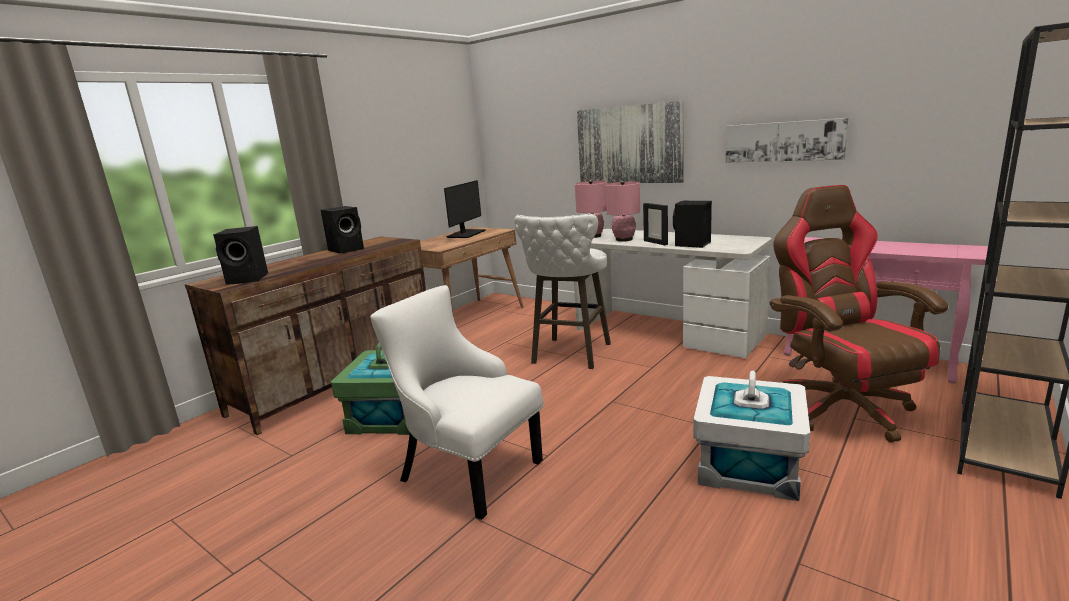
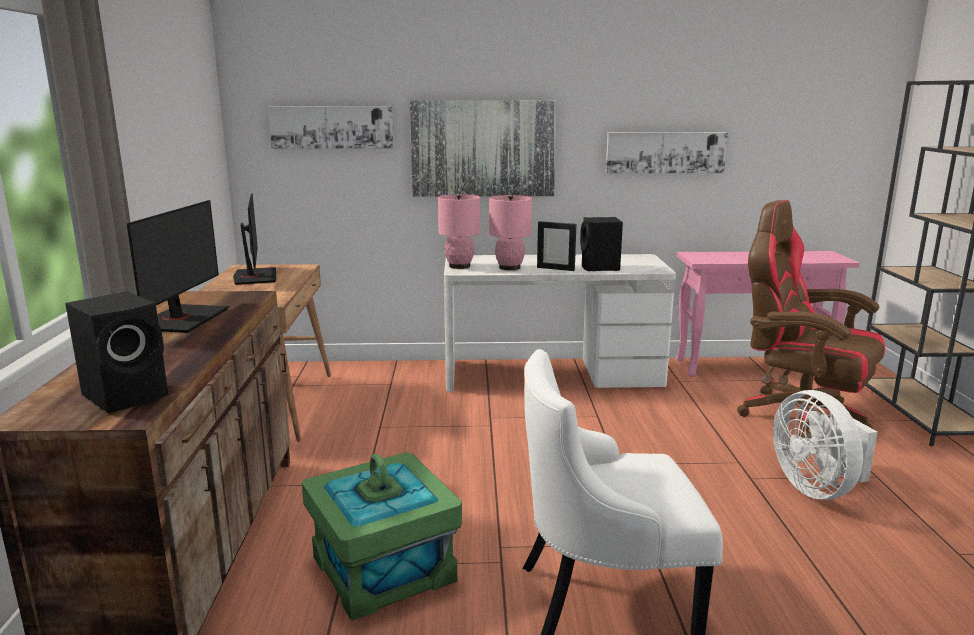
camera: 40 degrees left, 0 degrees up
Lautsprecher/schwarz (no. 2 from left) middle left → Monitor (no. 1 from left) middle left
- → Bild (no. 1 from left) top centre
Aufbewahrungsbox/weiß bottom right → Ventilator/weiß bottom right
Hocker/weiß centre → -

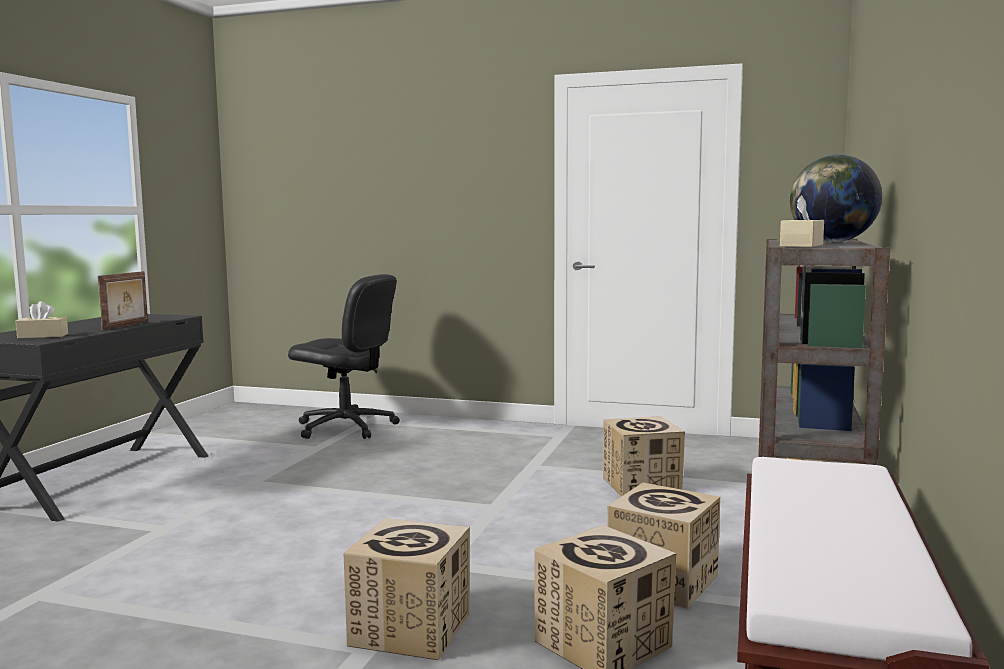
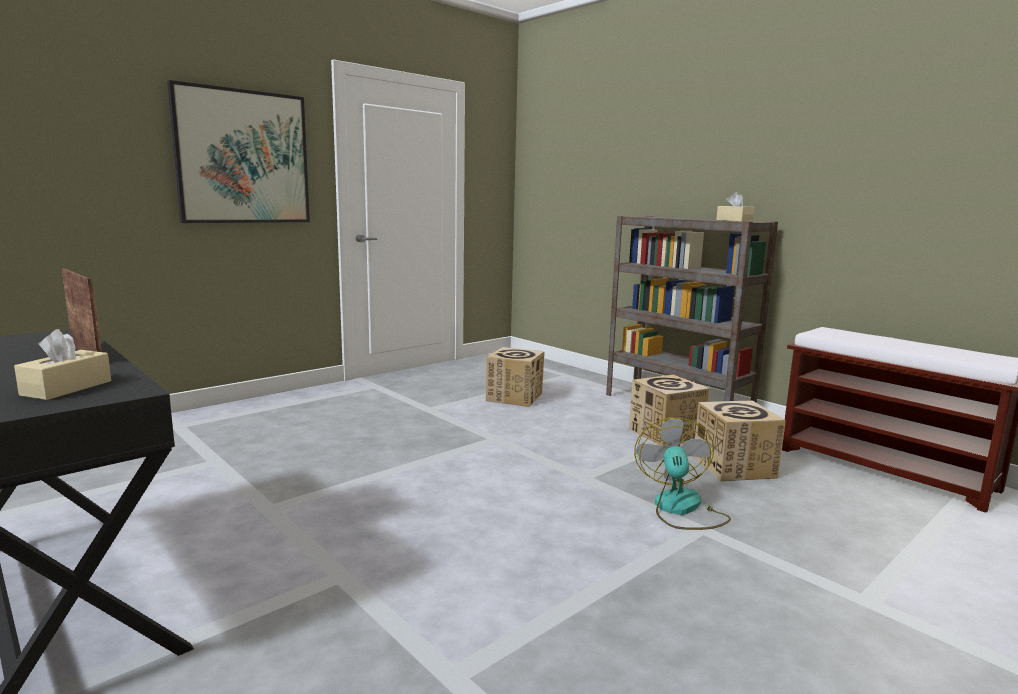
camera: 60 degrees left, 5 degrees up
- → Bild top left
Karton (no. 1 from left) bottom centre → Ventilator bottom right
Bürostuhl/schwarz centre → -
Globus top right → -

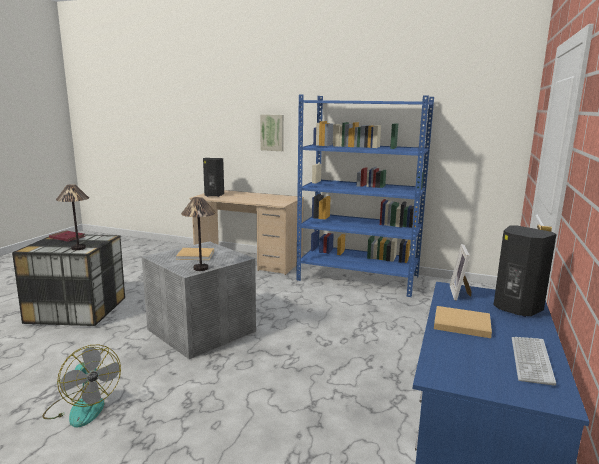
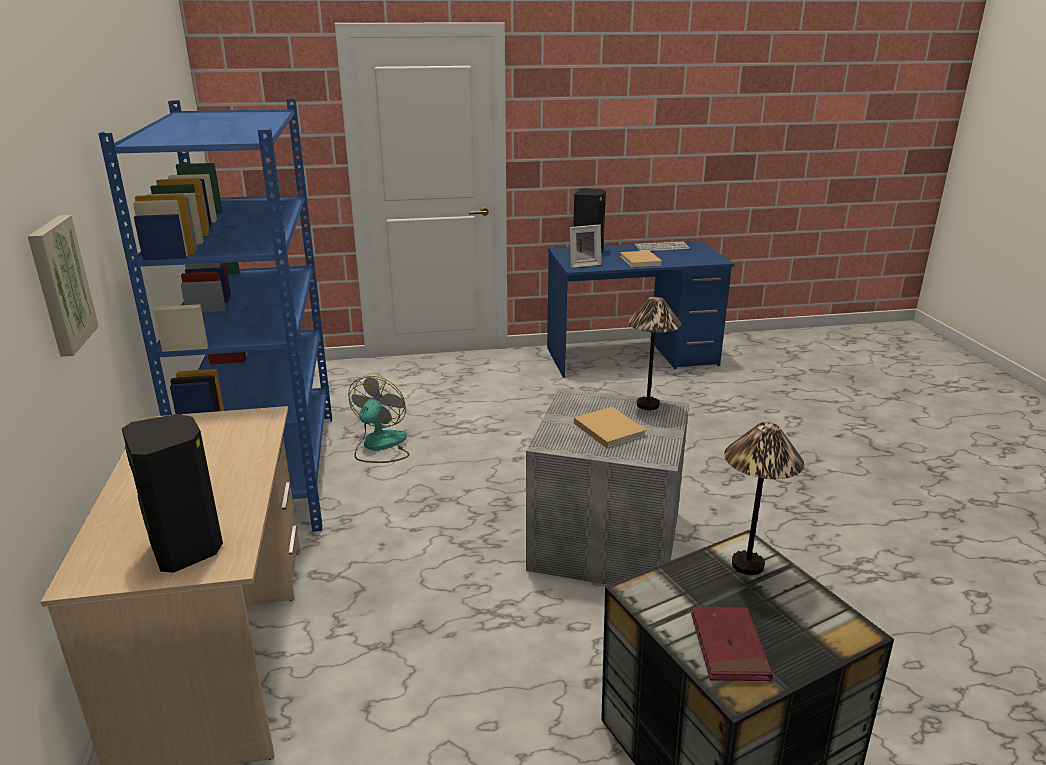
camera: 120 degrees left, 10 degrees up
Ventilator bottom left → Ventilator centre, shifted

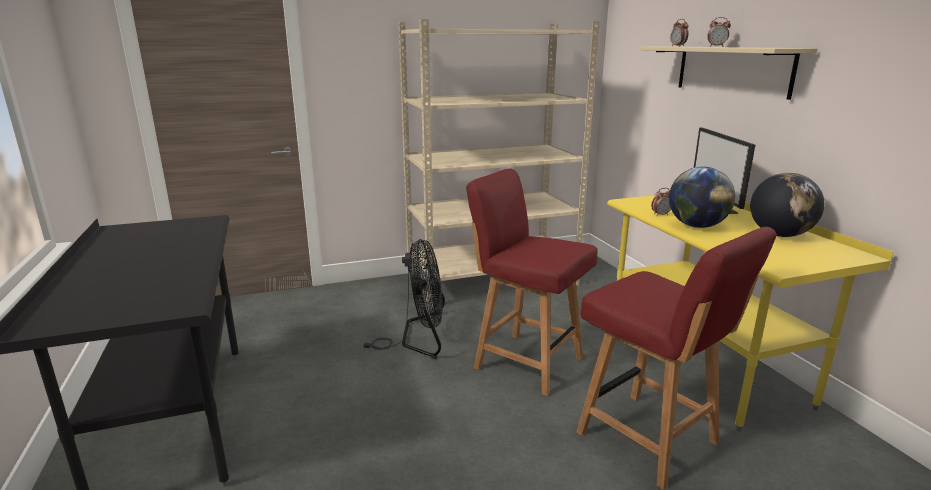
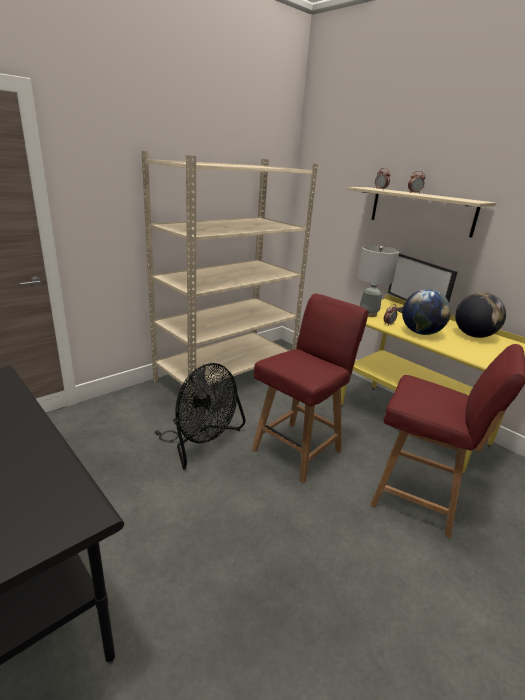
camera: 25 degrees left, 5 degrees up
Ventilator/schwarz centre, 60 degrees clockwise
Stuhl/rot (no. 1 from left) centre, 120 degrees clockwise
- → Tischlampe/grau middle right

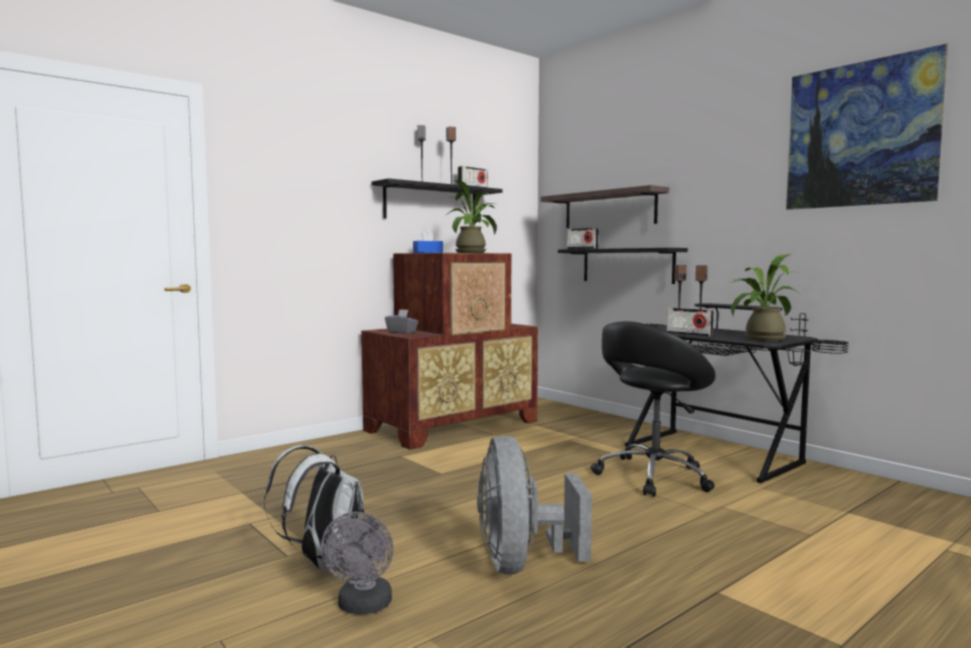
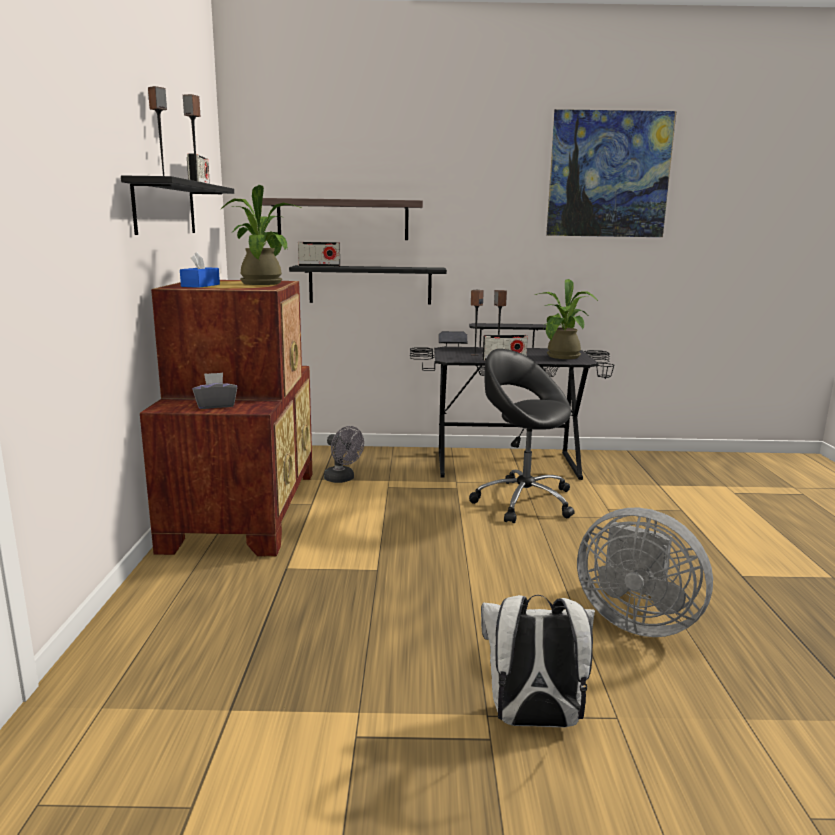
camera: 50 degrees left, 10 degrees up
Ventilator/grau (no. 1 from left) bottom centre → Ventilator/grau (no. 1 from left) centre, shifted
Bürostuhl/schwarz middle right → Bürostuhl/schwarz centre, 120 degrees clockwise

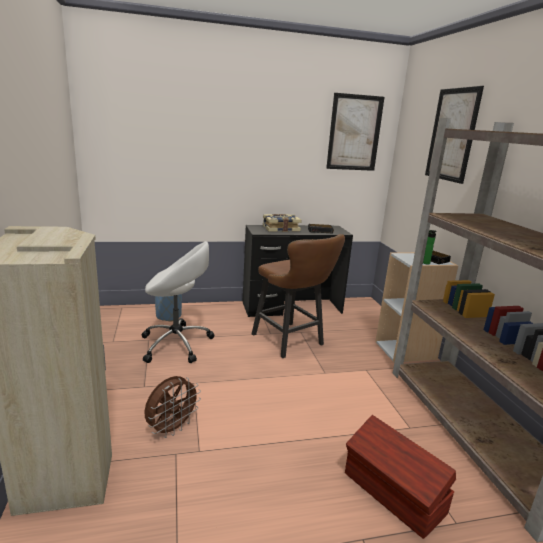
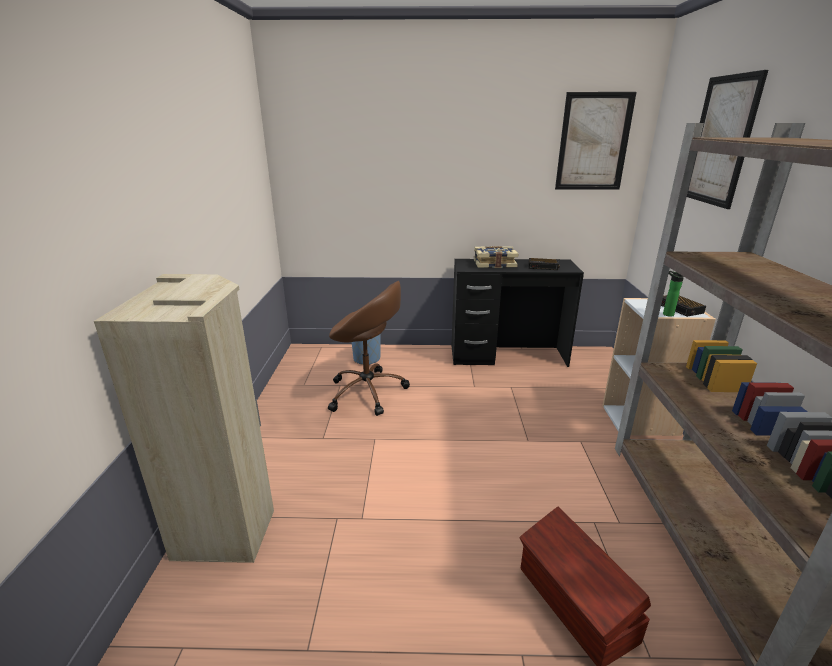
camera: 15 degrees right, 5 degrees up
Bürostuhl/weiß middle left → Bürostuhl/braun centre
Ventilator/braun bottom left → -
Hocker/braun centre → -

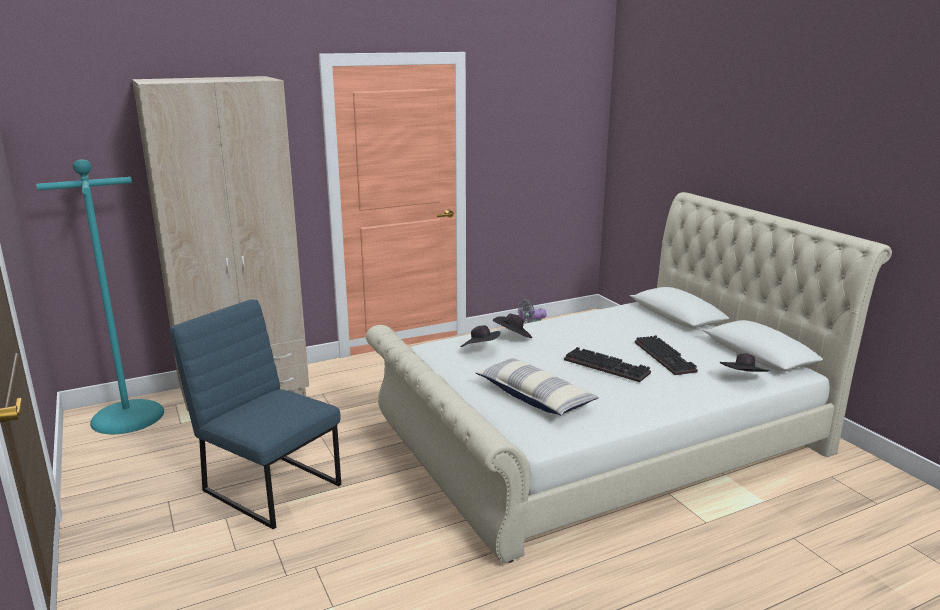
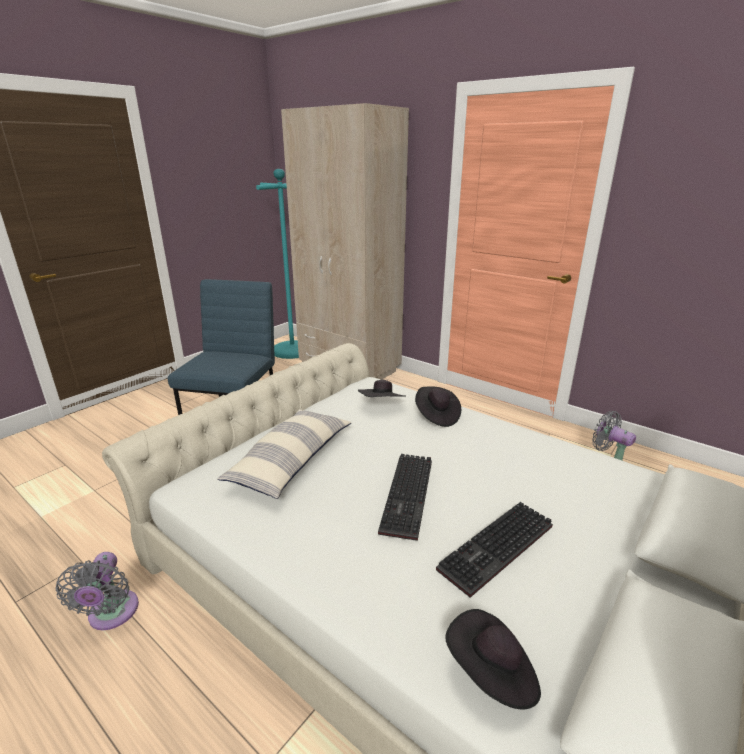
camera: 65 degrees right, 5 degrees up
- → Ventilator/grau (no. 1 from left) bottom left

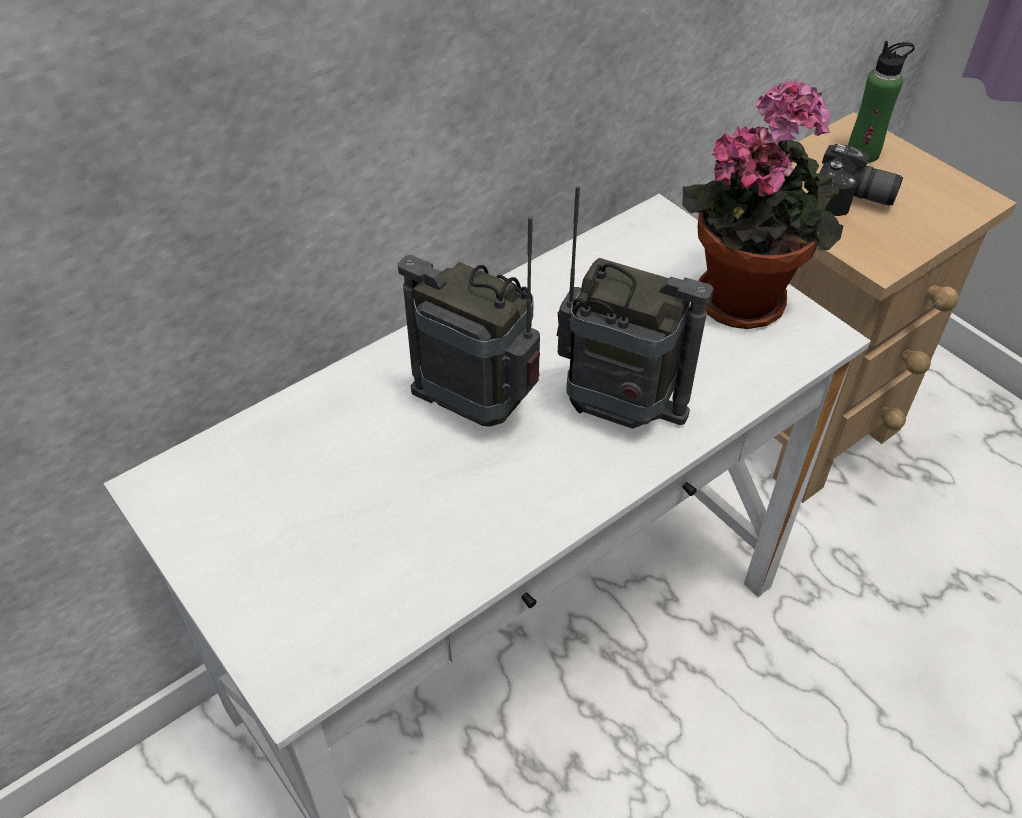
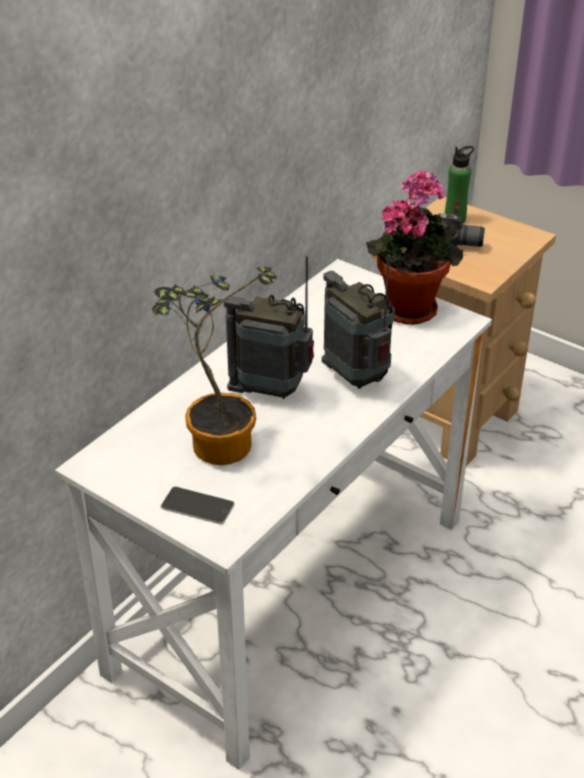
camera: 15 degrees left, 10 degrees down
- → Topfpflanze (no. 1 from left) centre
- → Handy centre
Radio (no. 2 from left) centre, 135 degrees counterclockwise

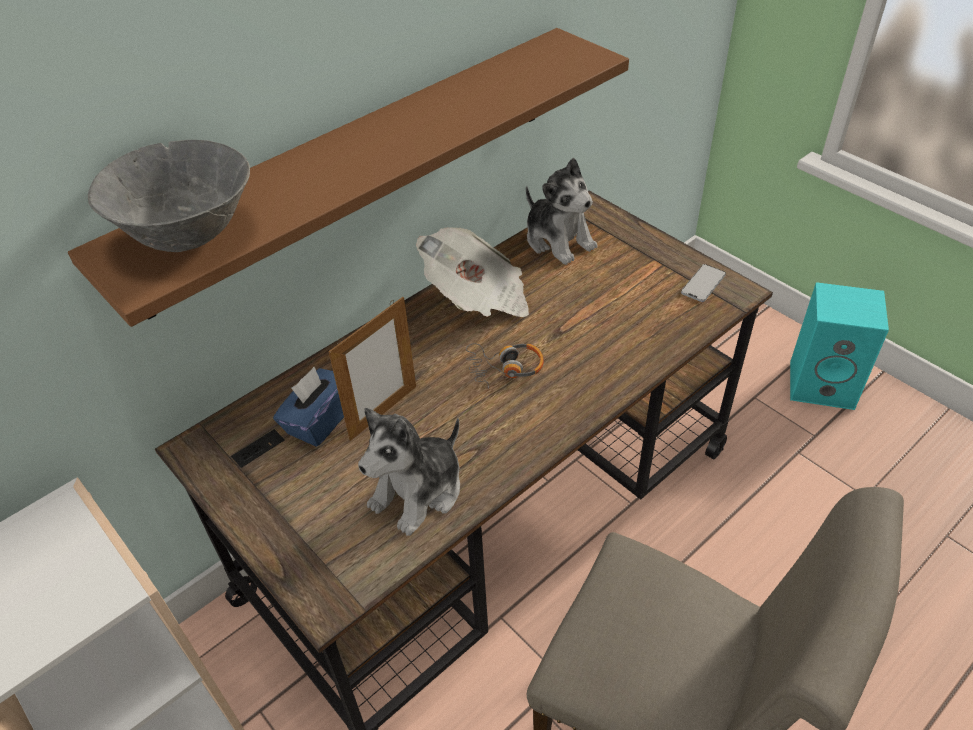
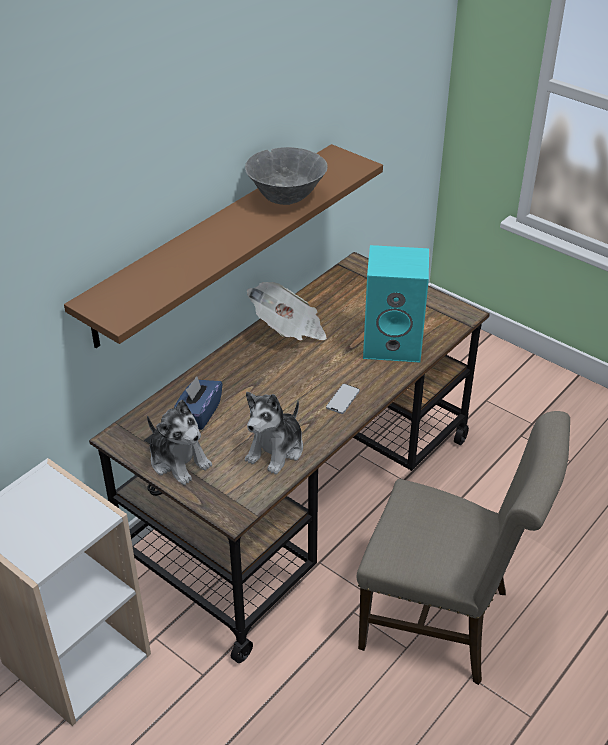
camera: 10 degrees left, 5 degrees down
Plüschtier (no. 2 from left in the first image) top centre → Plüschtier (no. 1 from left) middle left, shifted
Schüssel/grau top left → Schüssel/grau top centre, shifted
Handy middle right → Handy centre, shifted
Lautsprecher/türkis middle right → Lautsprecher/türkis centre, shifted
Bilderrahmen centre → -
Kopfhörer centre → -

